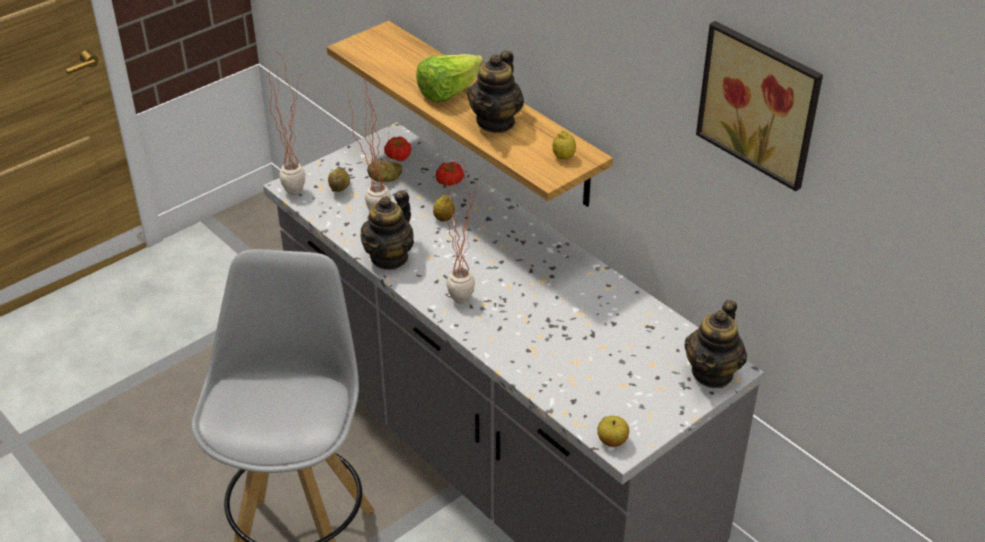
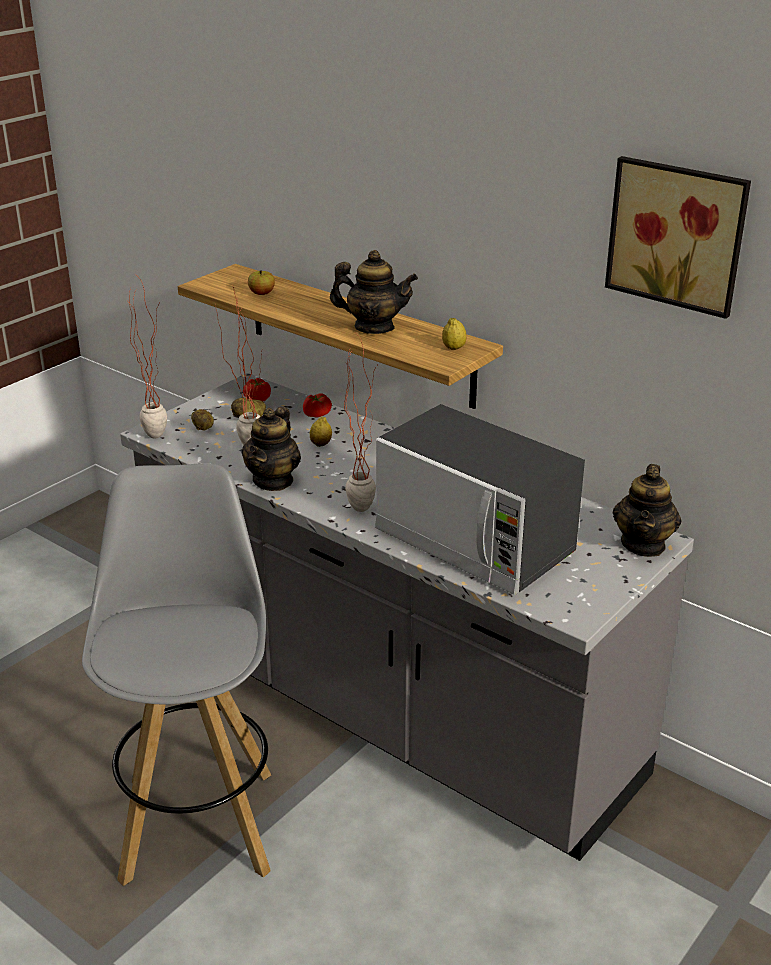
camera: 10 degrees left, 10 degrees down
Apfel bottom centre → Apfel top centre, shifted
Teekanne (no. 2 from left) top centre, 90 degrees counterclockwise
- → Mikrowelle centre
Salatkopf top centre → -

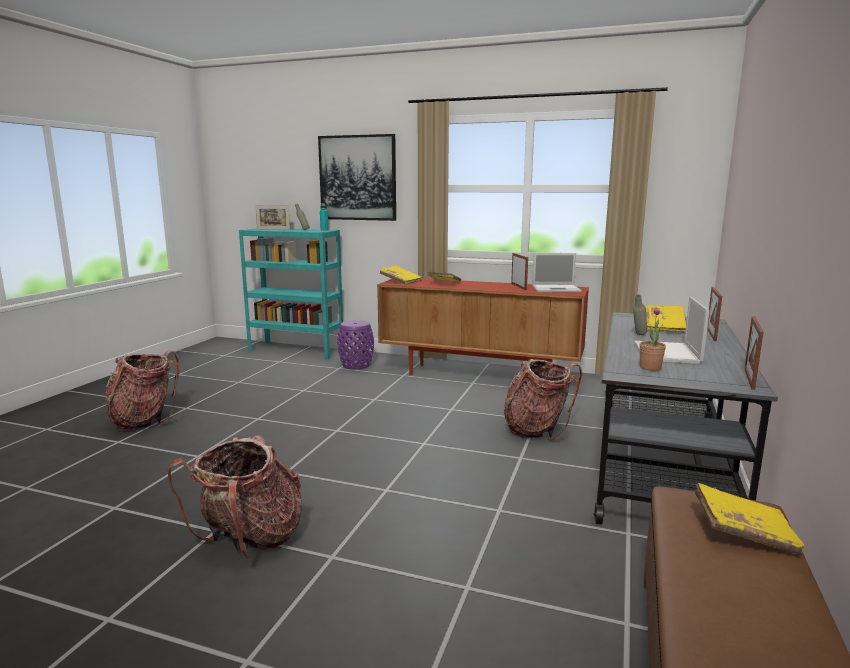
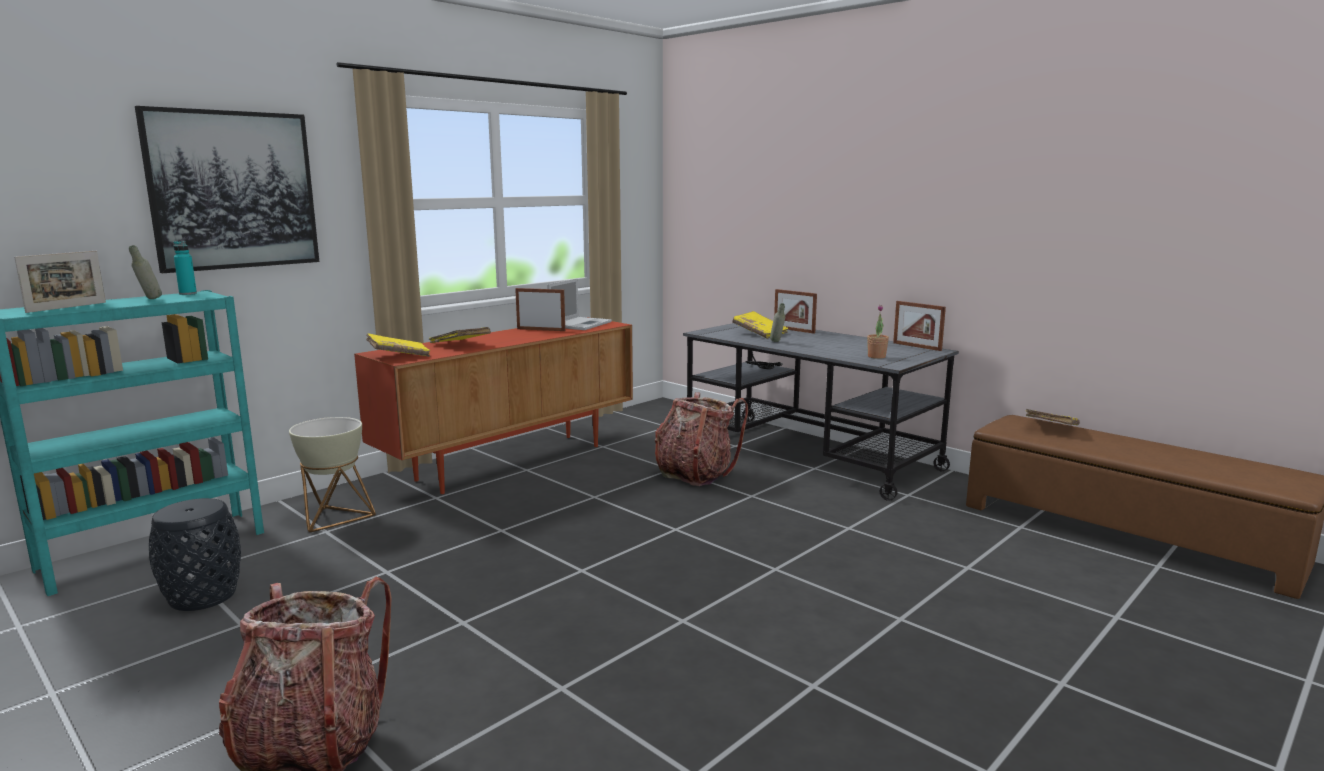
camera: 65 degrees left, 0 degrees up
- → Hocker/schwarz bottom left
Hocker/lila centre → Pflanzkübel middle left
Rucksack (no. 2 from left) bottom left → -
Laptop (no. 2 from left) middle right → -

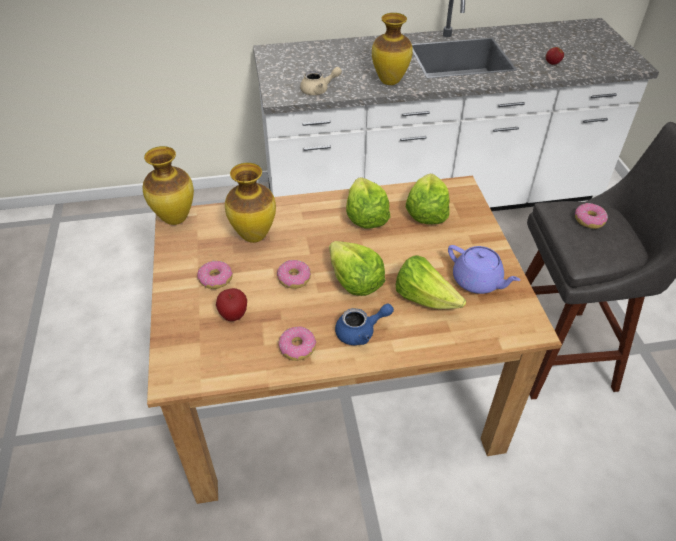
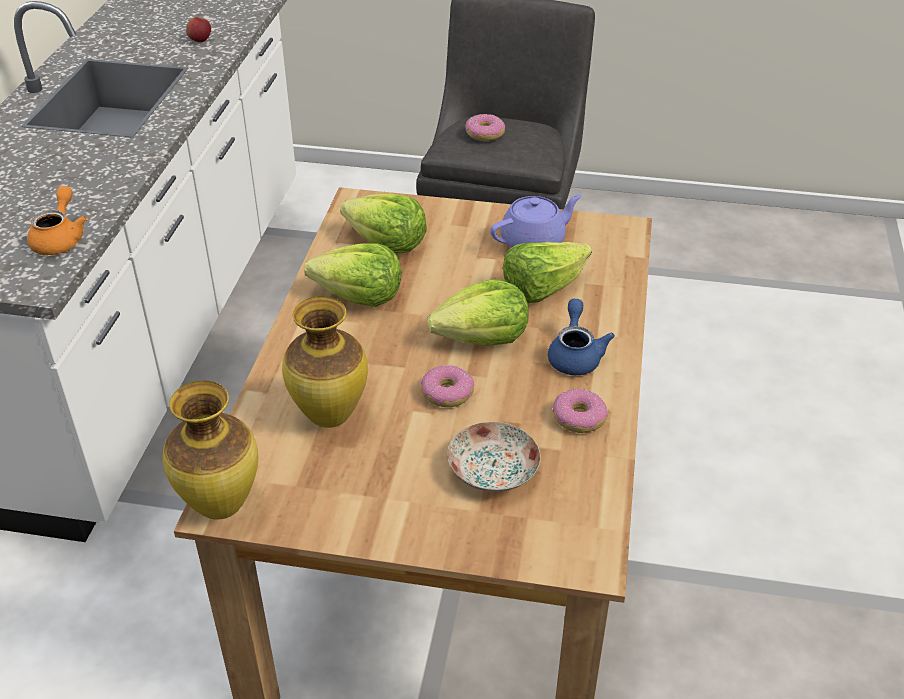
camera: 70 degrees left, 5 degrees down
Teekanne/beige top centre → Teekanne/orange top left
Apfel (no. 1 from left) centre → Teller centre
Donut (no. 1 from left) middle left → -
Vase (no. 3 from left) top centre → -

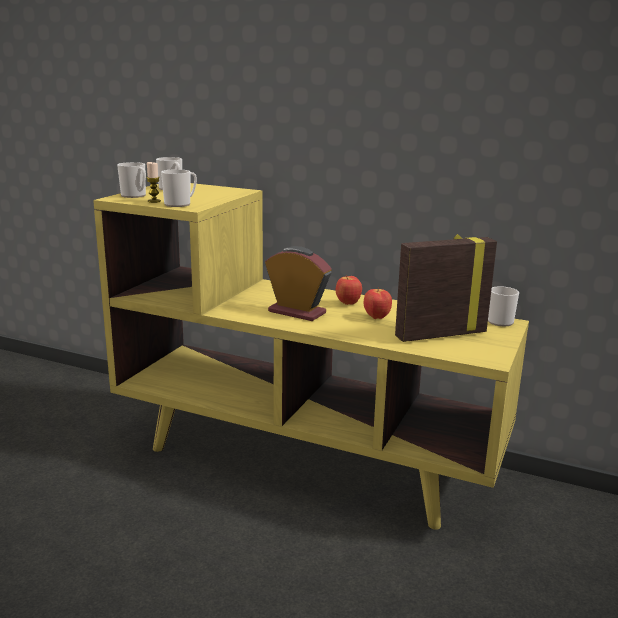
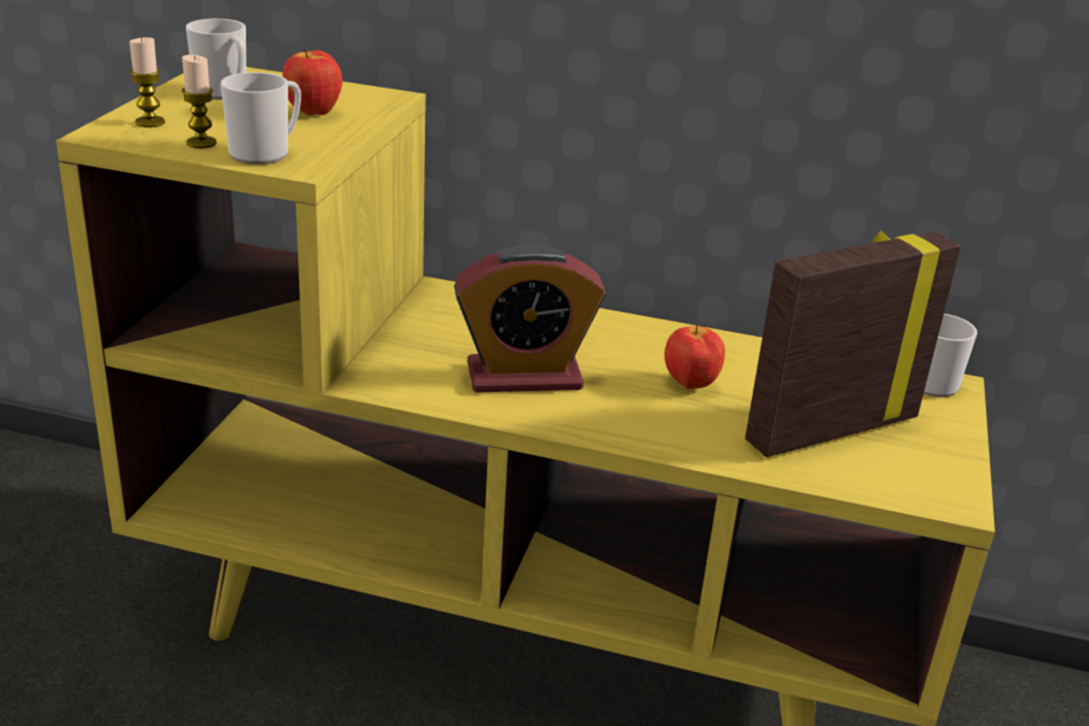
camera: 10 degrees left, 10 degrees up
Henkelbecher (no. 1 from left) top left → Kerze (no. 1 from left) top left
Apfel (no. 1 from left) centre → Apfel (no. 1 from left) top left, shifted
Wecker centre, 150 degrees clockwise

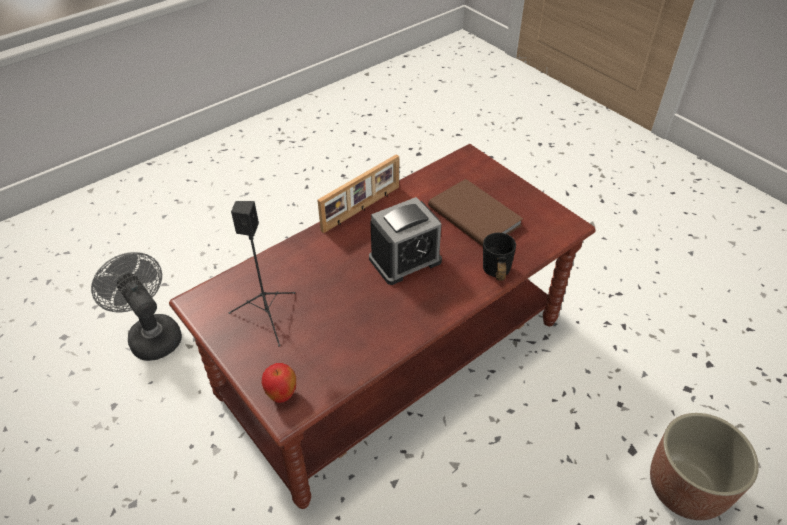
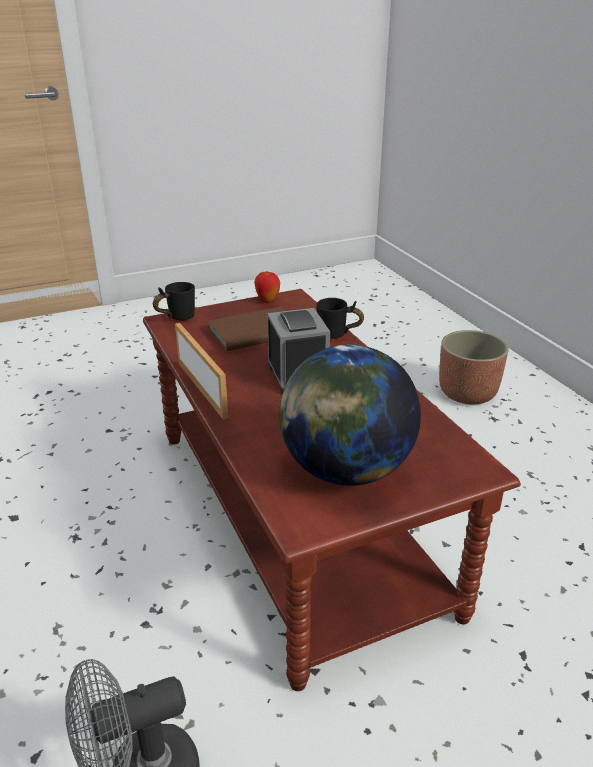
camera: 75 degrees left, 15 degrees down
- → Henkelbecher/schwarz (no. 1 from left) middle left
Apfel bottom centre → Apfel centre, shifted
Lautsprecher/schwarz middle left → Globus centre

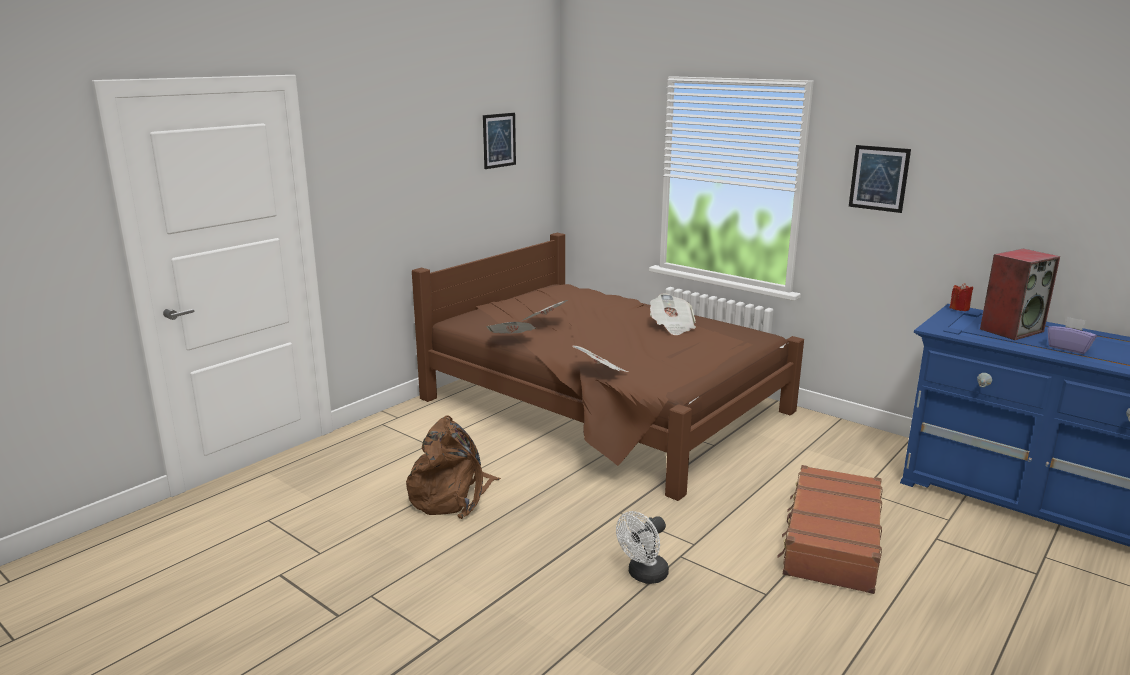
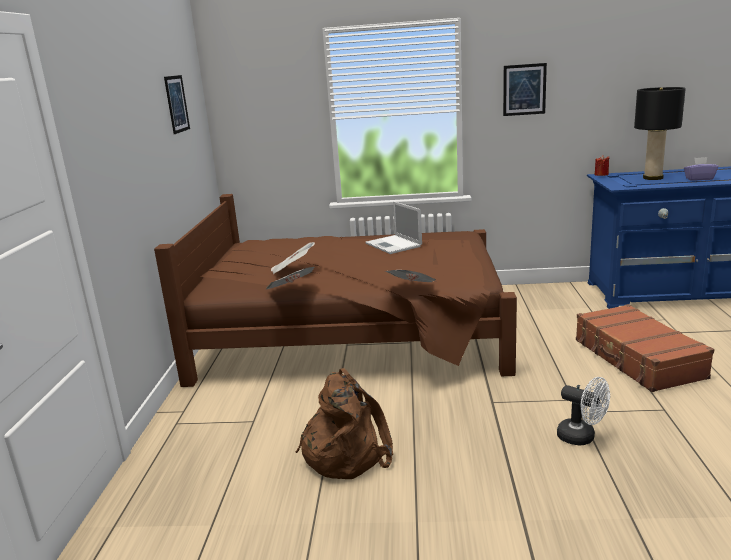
camera: 35 degrees left, 0 degrees up
Zeitung (no. 4 from left) centre → Laptop centre
Ventilator/weiß bottom centre → Ventilator/weiß bottom right, 60 degrees counterclockwise
Lautsprecher middle right → Tischlampe/schwarz top right

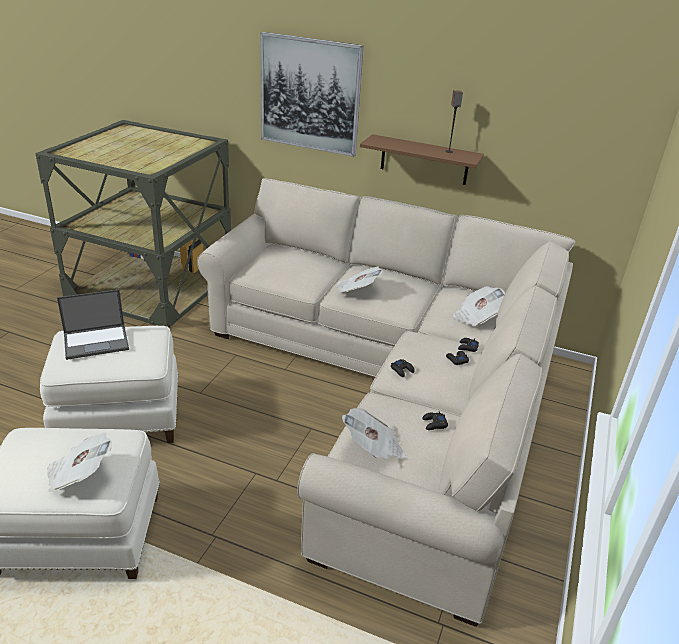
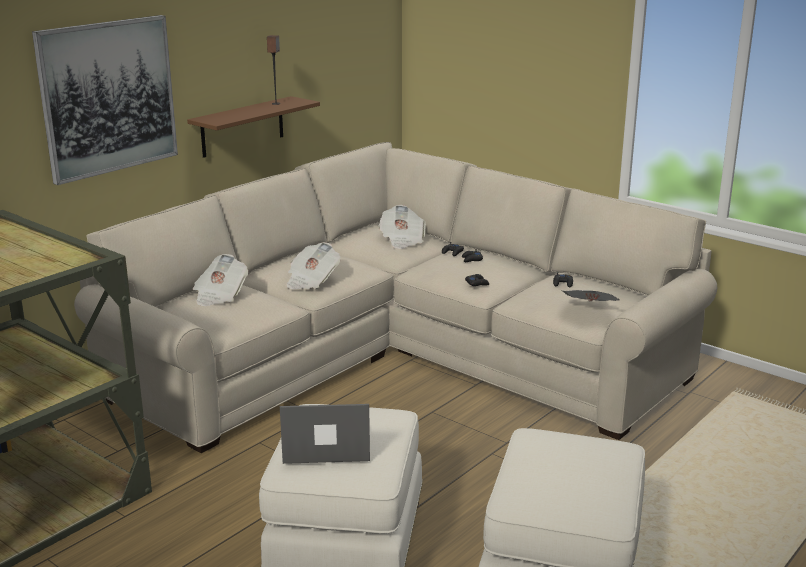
camera: 70 degrees left, 10 degrees down
Zeitung (no. 1 from left) bottom left → Zeitung (no. 1 from left) middle left, shifted
Laptop middle left → Laptop bottom centre, 90 degrees counterclockwise

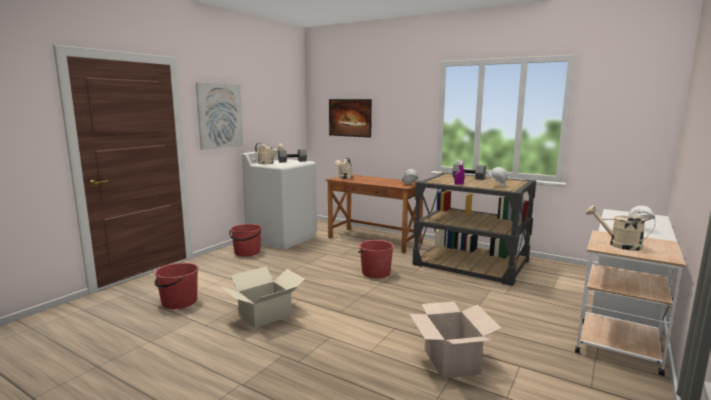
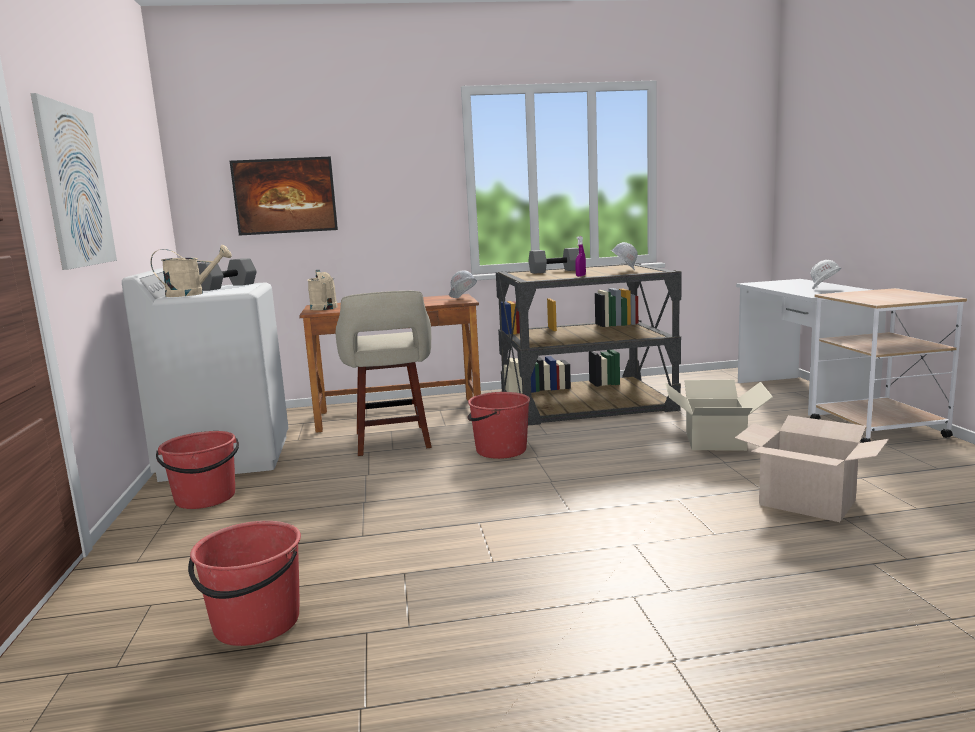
camera: 40 degrees left, 0 degrees up
- → Hocker/beige centre
Karton (no. 1 from left) bottom centre → Karton (no. 1 from left) middle right, shifted
Gießkanne/beige (no. 3 from left) middle right → -

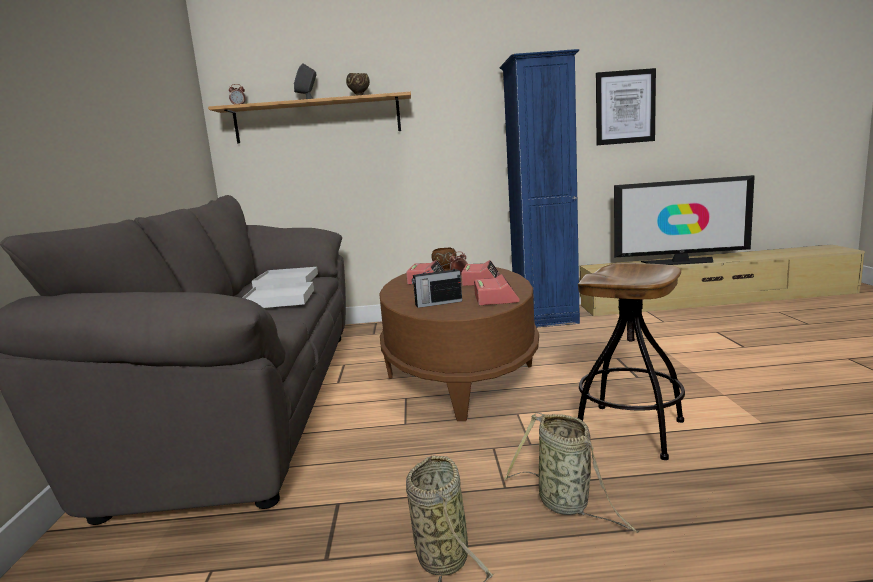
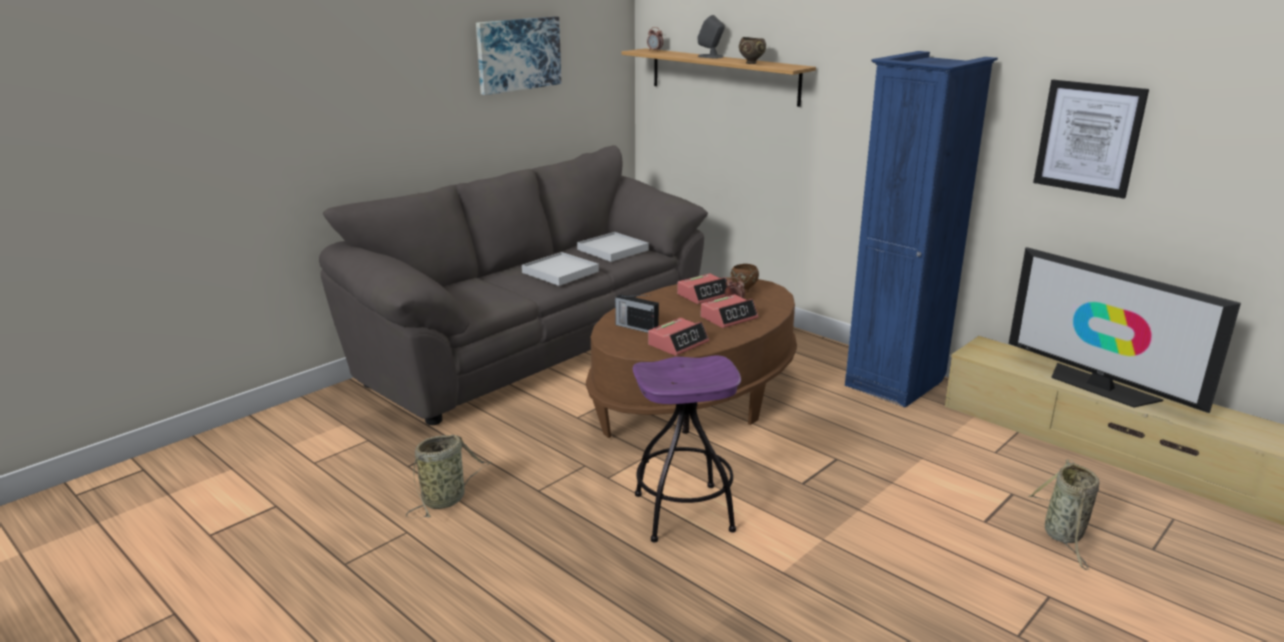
camera: 45 degrees right, 10 degrees up
- → Bild (no. 1 from left) top centre
Hocker/braun middle right → Hocker/lila bottom centre
Korb (no. 2 from left) bottom centre → Korb (no. 2 from left) bottom right, shifted

